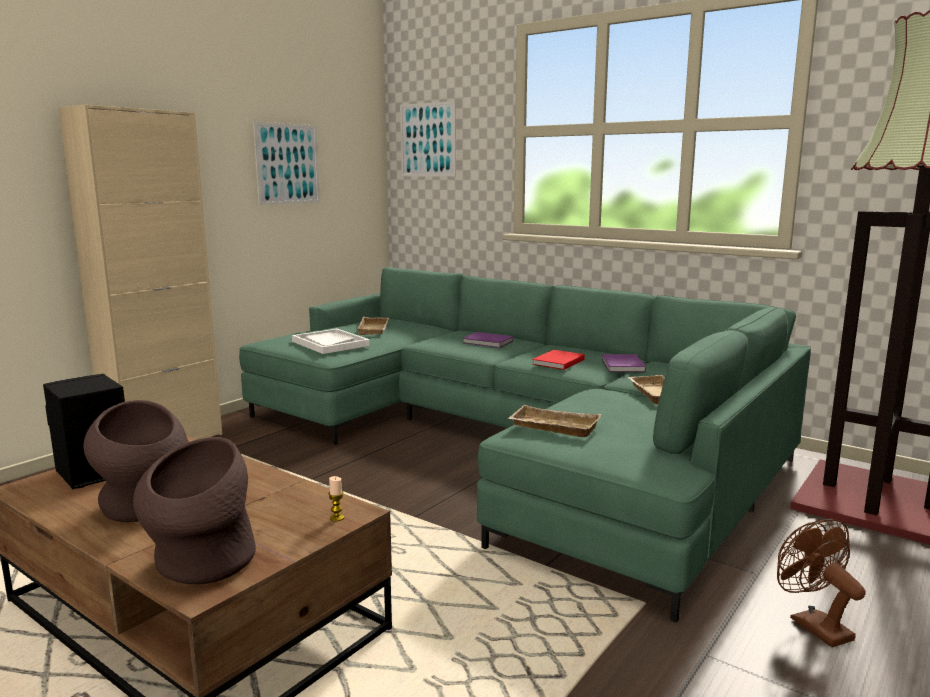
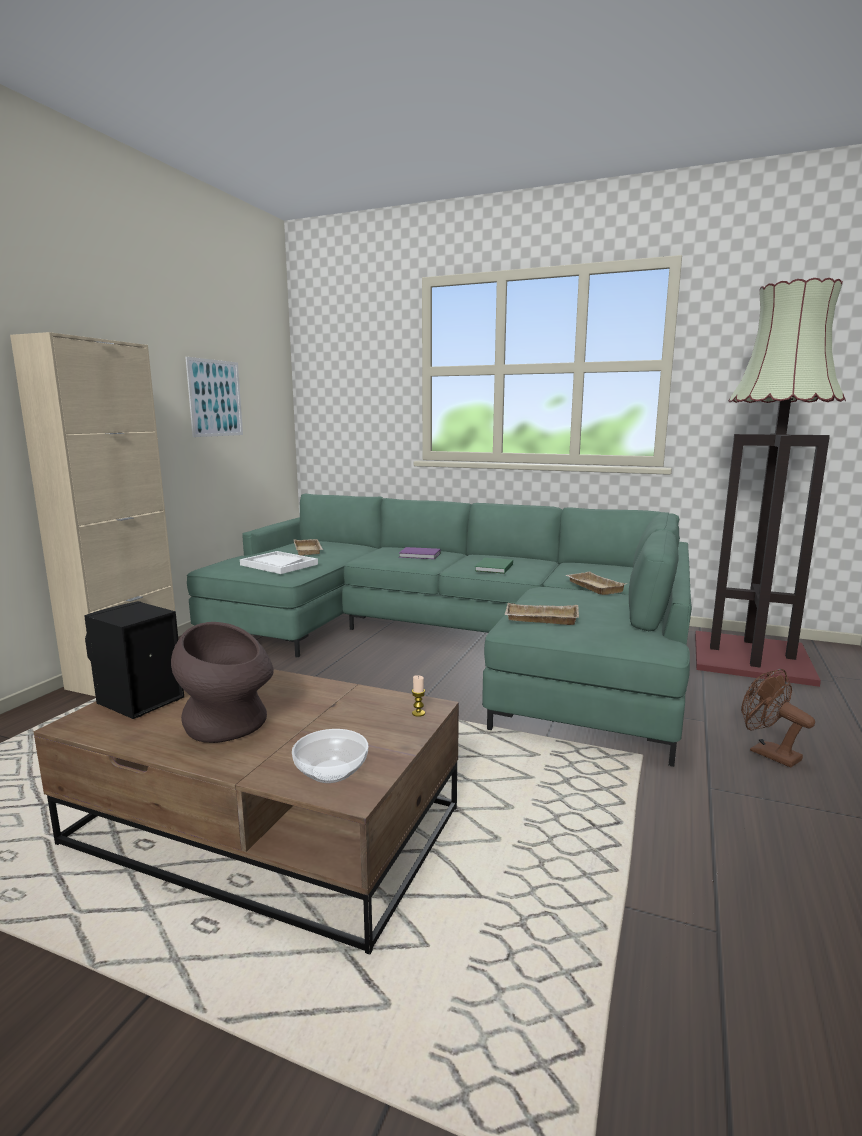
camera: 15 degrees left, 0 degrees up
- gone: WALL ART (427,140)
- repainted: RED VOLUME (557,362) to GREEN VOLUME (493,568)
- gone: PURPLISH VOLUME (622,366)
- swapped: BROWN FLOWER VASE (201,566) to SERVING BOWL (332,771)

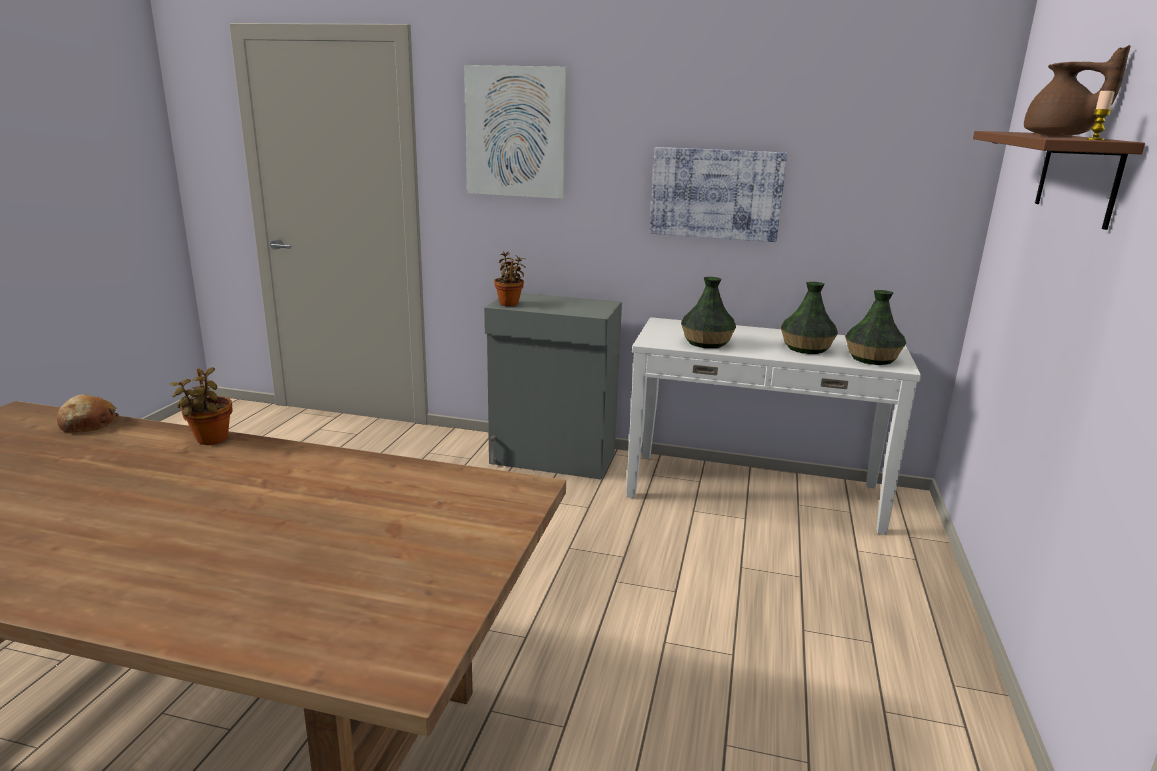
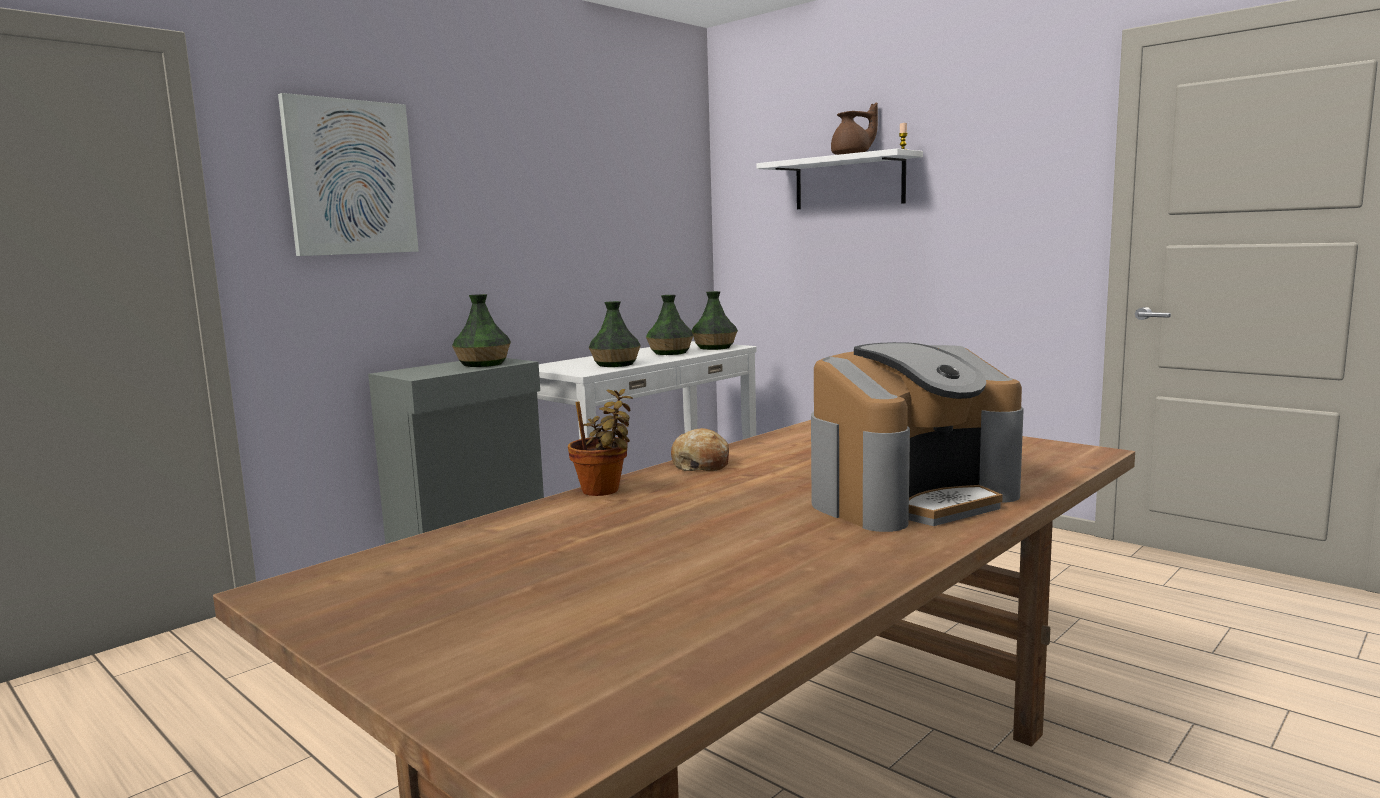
camera: 60 degrees left, 10 degrees down
- repainted: BROWN SHELF (1077,176) to WHITE SHELF (849,182)
- gone: WALL ART (716,194)
- gone: HOUSEPLANT (509,303)
- shifted: BAKERY BREAD (88,424) to (701,464)
- new: FLOWER VASE (483,364)
- new: COFFEE MACHINE (911,498)

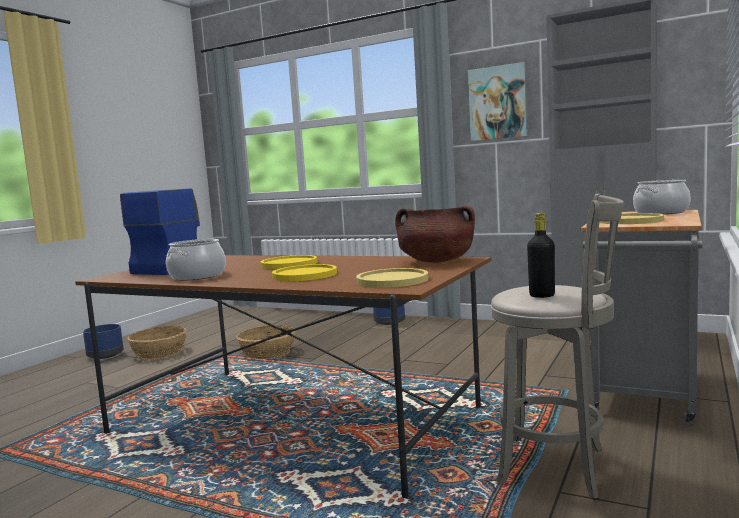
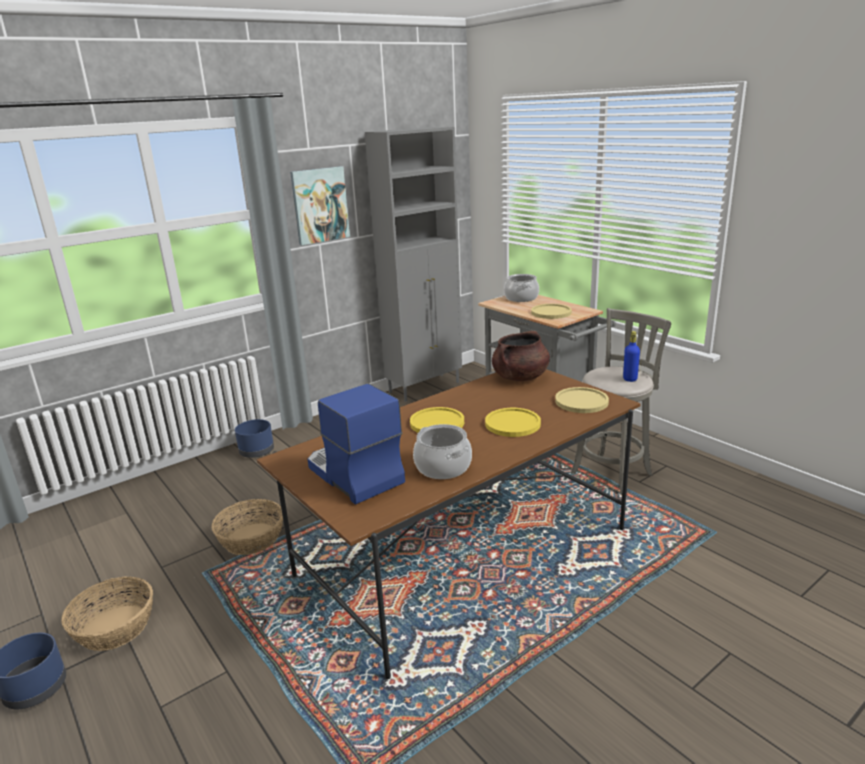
camera: 65 degrees left, 15 degrees up
- repainted: BLACK BOTTLE (542,295) to BLUE BOTTLE (630,379)

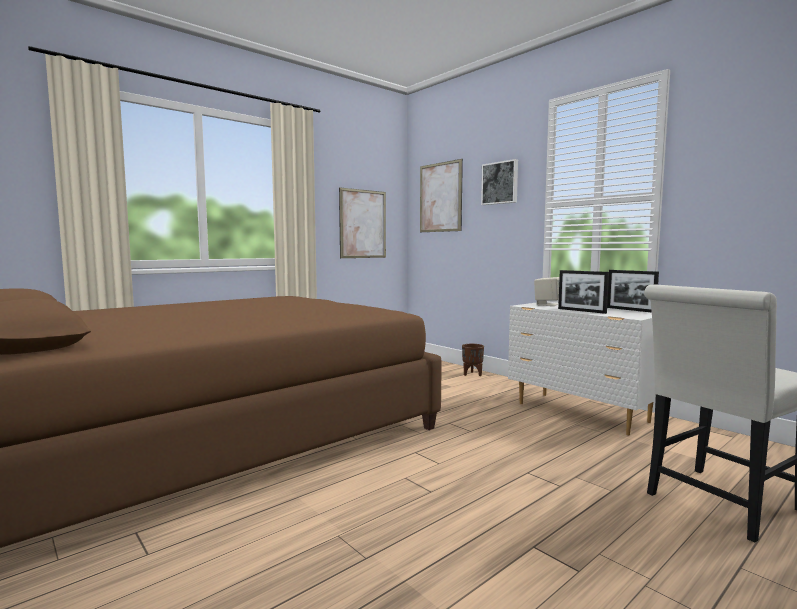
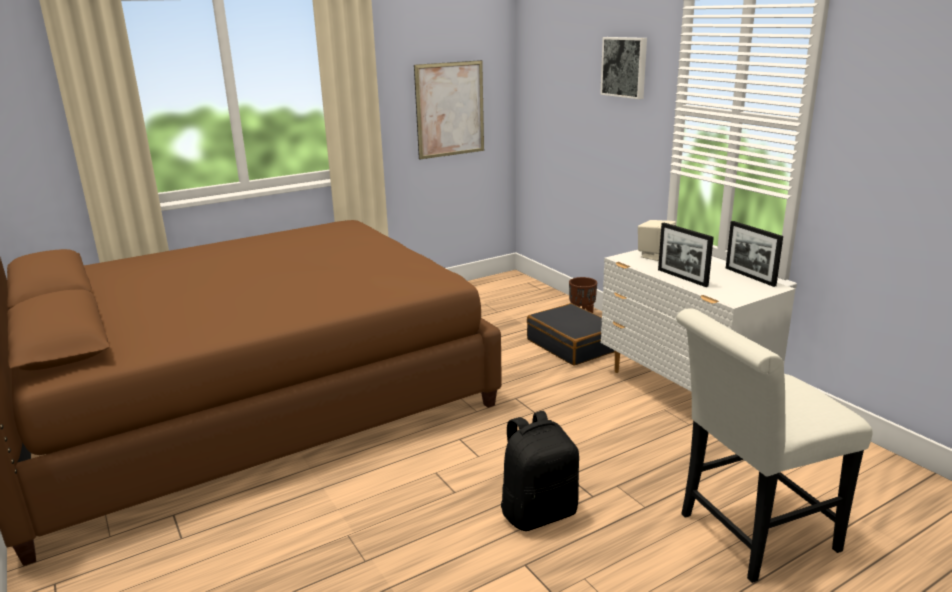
camera: 10 degrees right, 15 degrees up
- gone: WALL ART (440,197)
- new: BLACK SUITCASE (572,345)
- new: BLACK RUCKSACK (538,512)

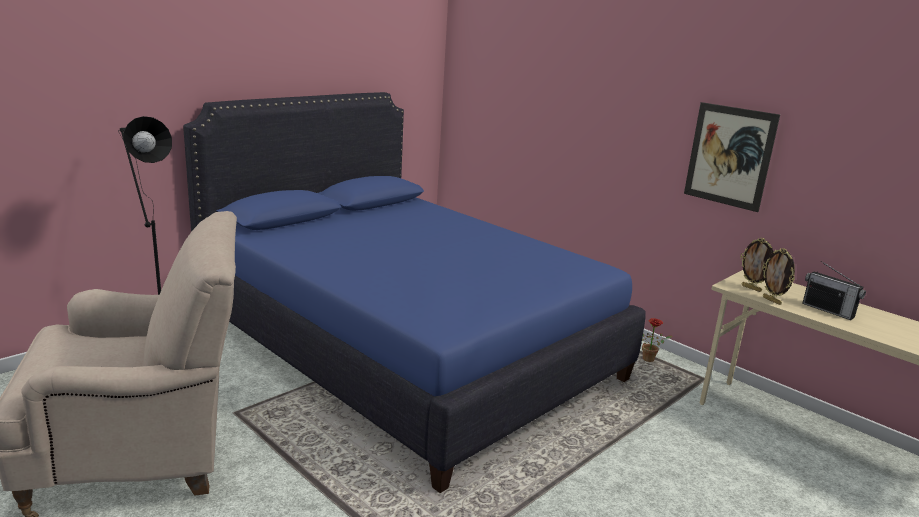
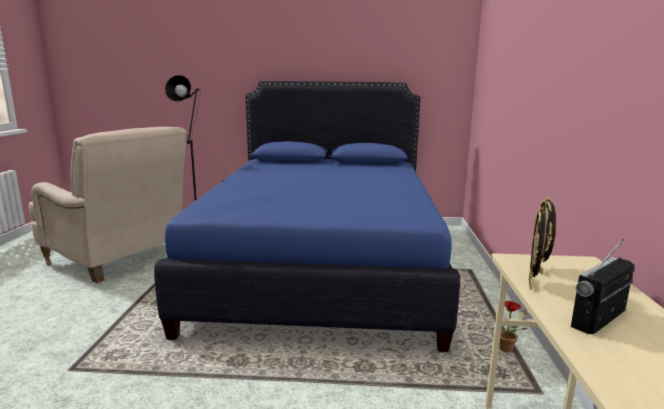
camera: 50 degrees right, 5 degrees down
- gone: WALL ART (729,156)
- rotated: RADIO SET (828,310) = (598,319) 45 degrees clockwise

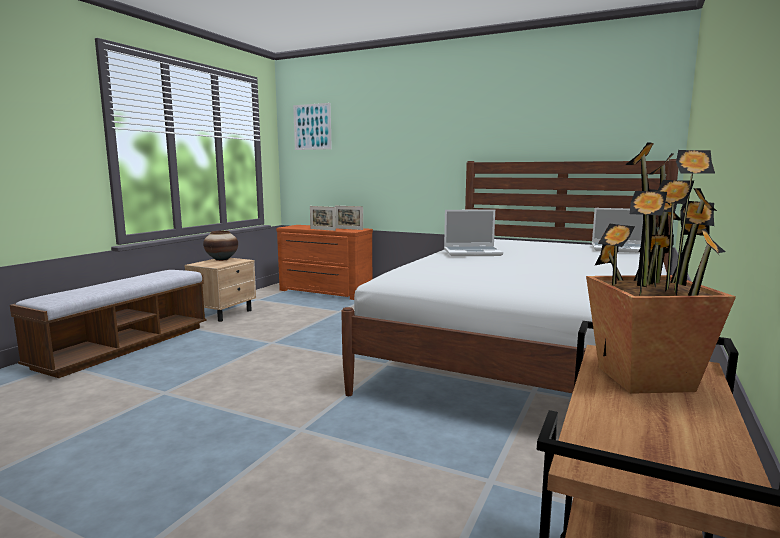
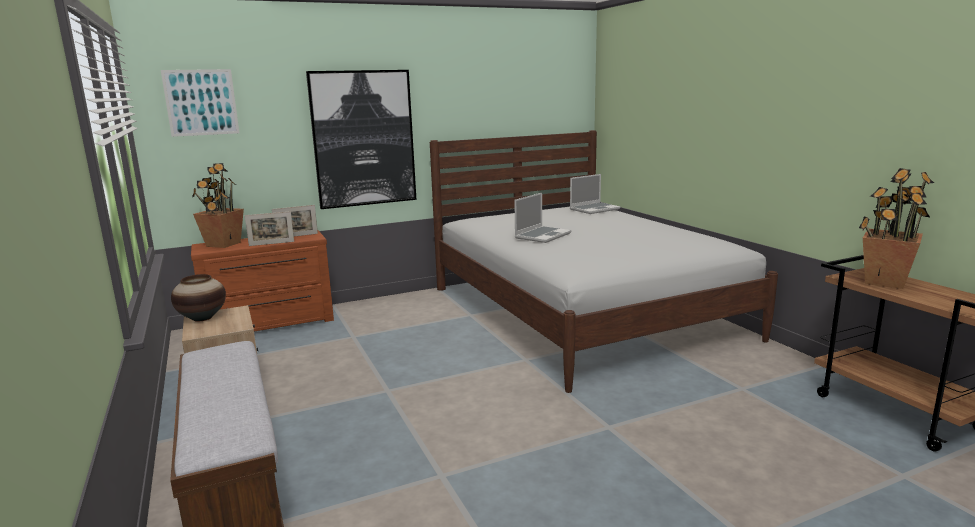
camera: 50 degrees left, 5 degrees up
- new: WALL ART (363,139)
- new: HOUSEPLANT (223,244)

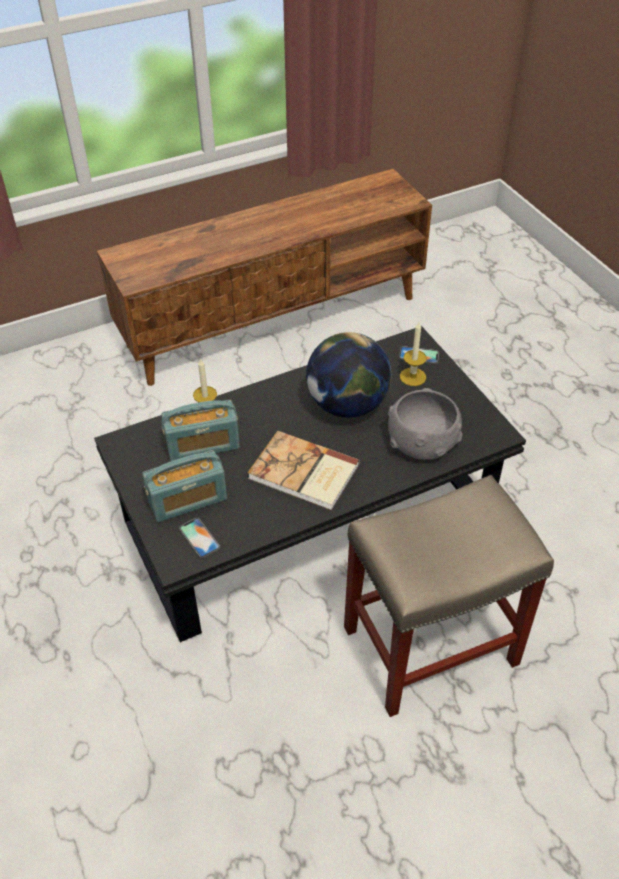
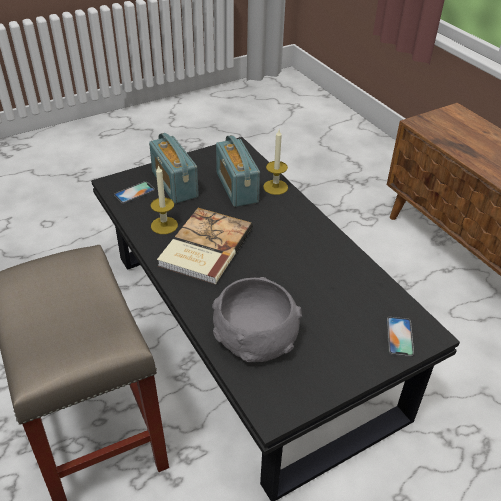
camera: 85 degrees right, 5 degrees down
- shifted: CANDLE (413,377) to (164,225)
- gone: WORLD GLOBE (347,405)

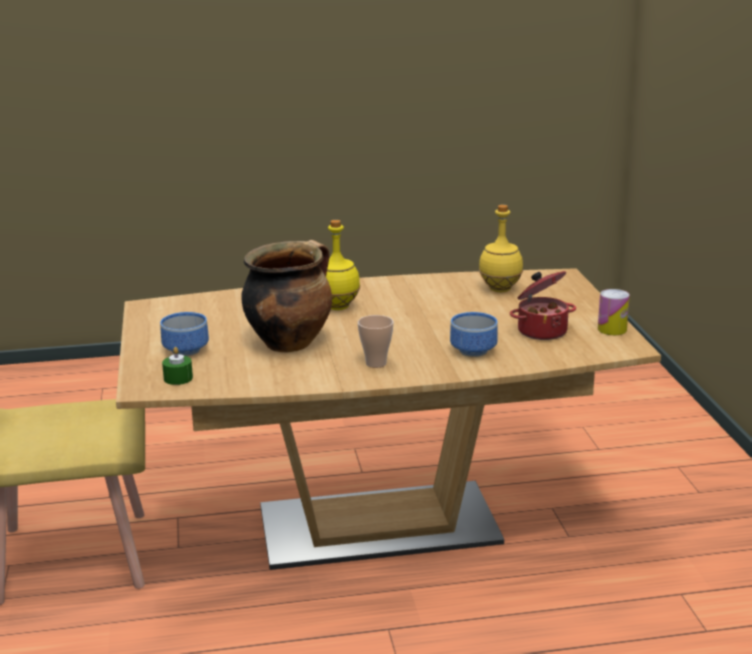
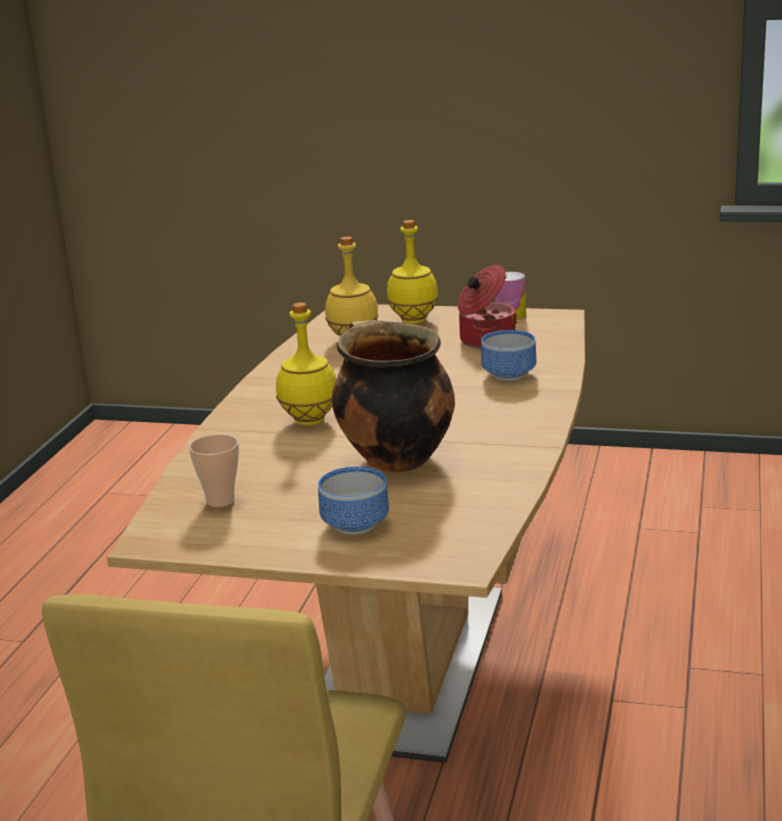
camera: 65 degrees left, 0 degrees up
- shifted: DRINKING CUP (376,363) to (220,501)
- gone: GREEN CANDLE (178,378)
- new: YELLOW-COLOURED BOTTLE (414,321)

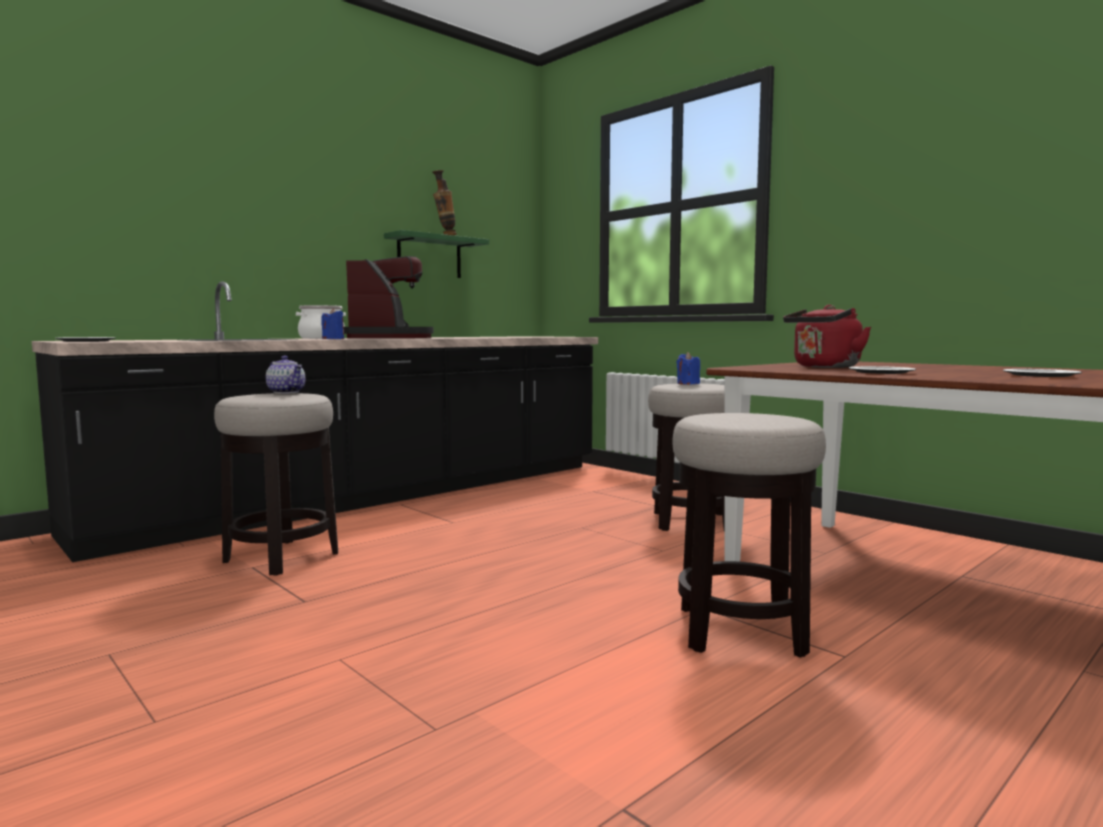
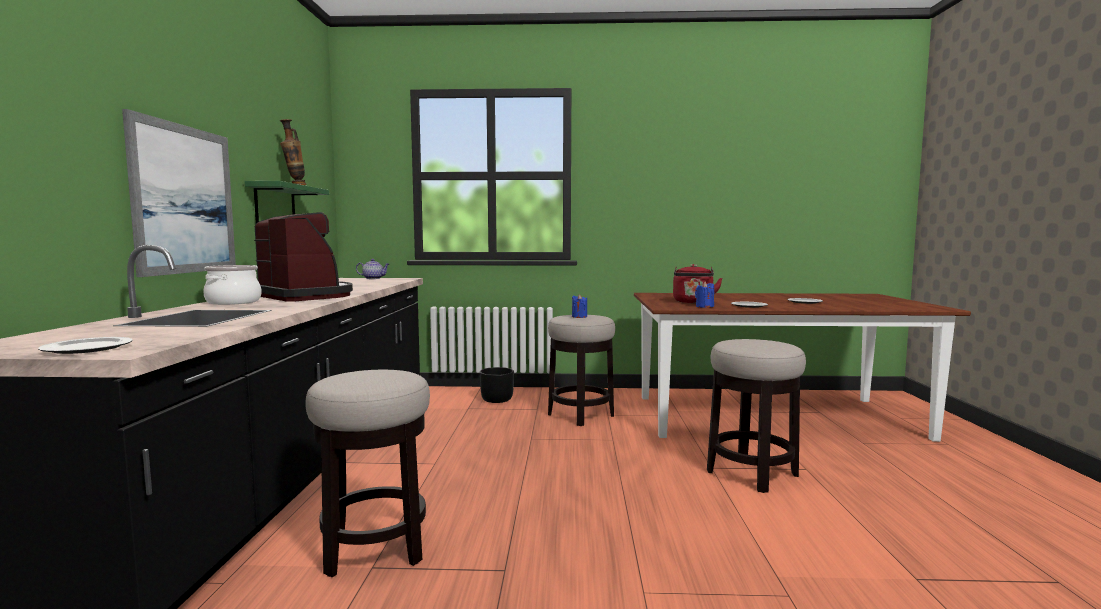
camera: 45 degrees left, 0 degrees up
- shifted: BLUE CANDLE (333,339) to (704,306)
- shifted: TEA POT (287,392) to (373,278)
- new: WALL ART (185,199)
- new: BLACK FLOWER POT (497,400)

